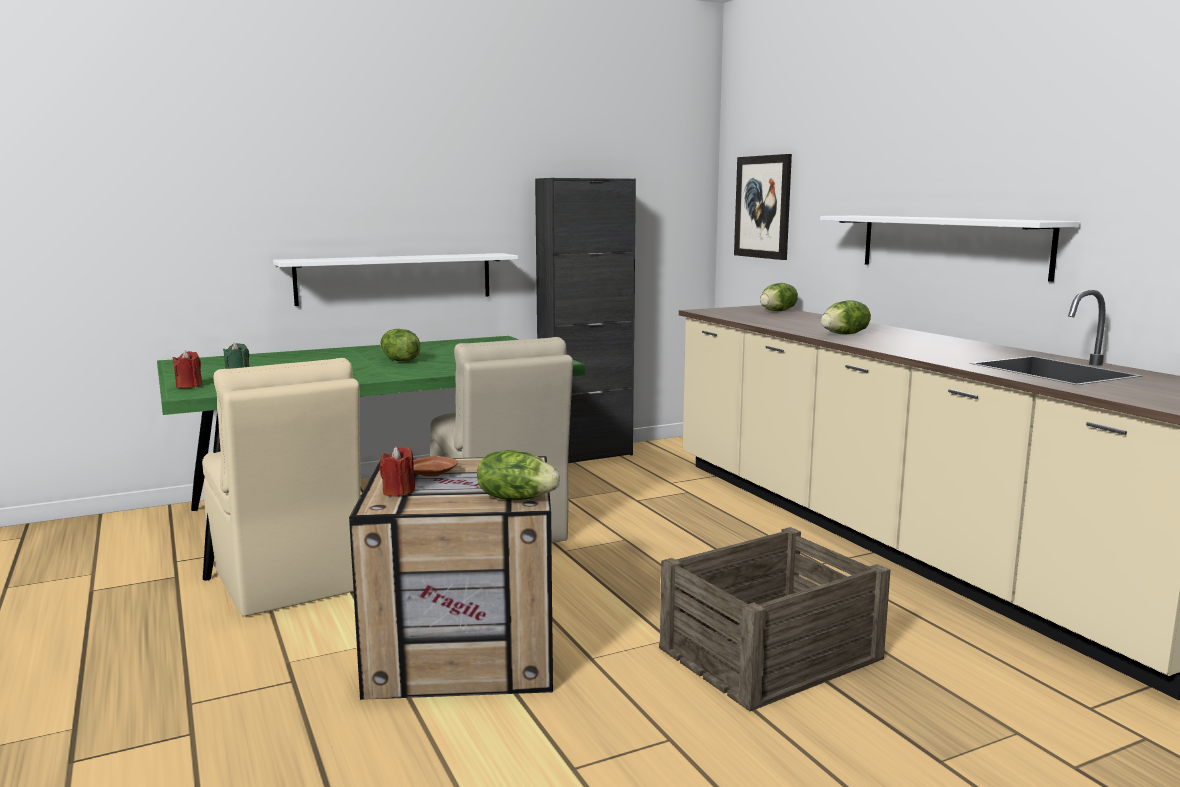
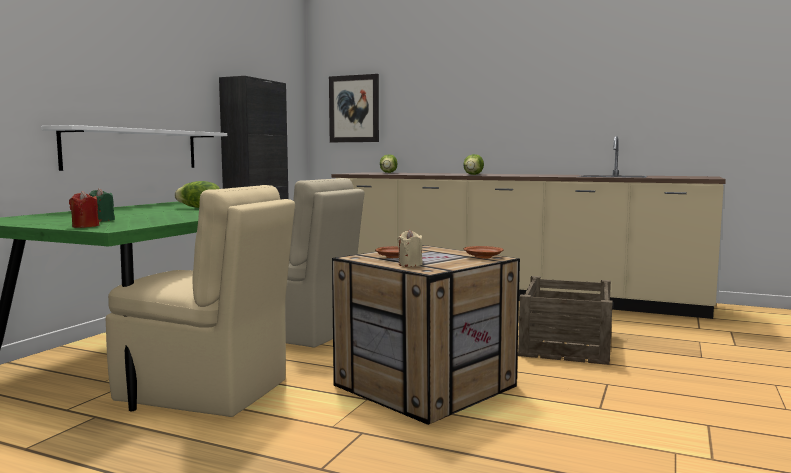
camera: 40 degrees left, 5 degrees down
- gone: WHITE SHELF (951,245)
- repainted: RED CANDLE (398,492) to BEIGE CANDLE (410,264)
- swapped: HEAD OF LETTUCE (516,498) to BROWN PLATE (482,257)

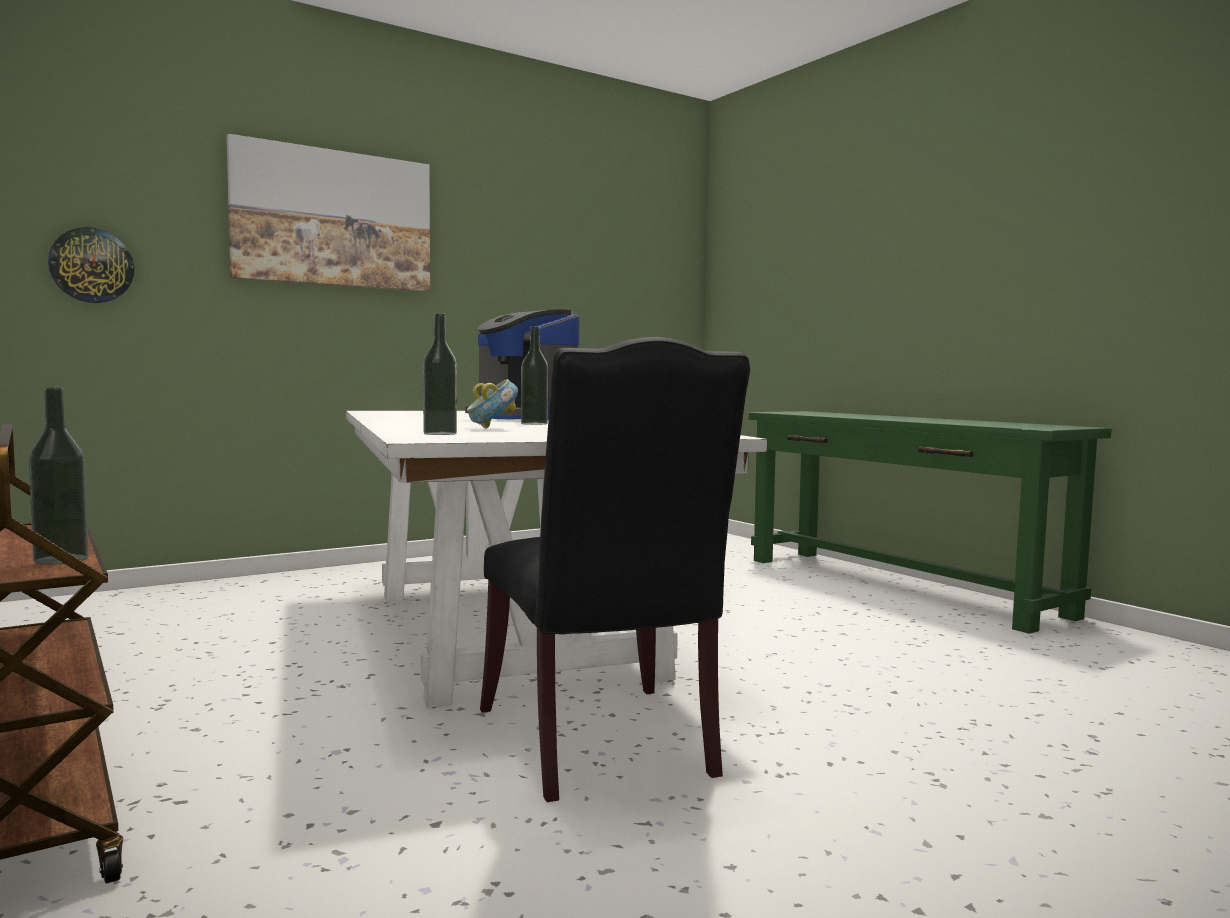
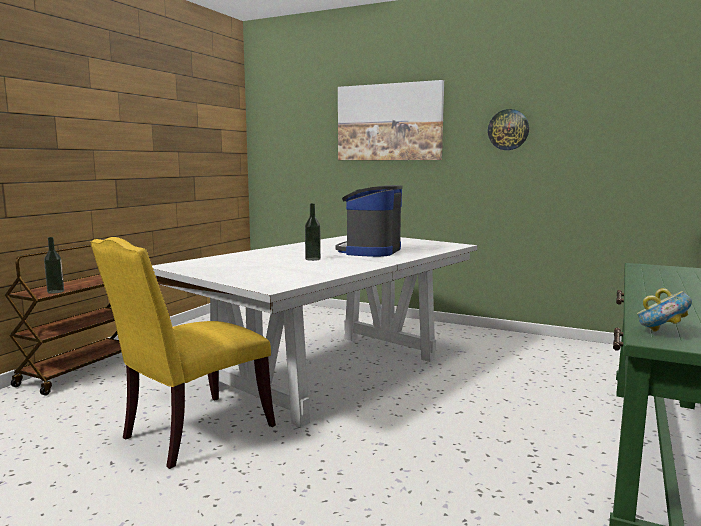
camera: 60 degrees right, 5 degrees up
- shifted: HANGING CLOCK (92,265) to (508,129)
- gone: BOTTLE (440,434)
- repainted: BLACK CHAIR (603,745) to YELLOW-COLOURED CHAIR (192,433)
- shifted: SERVING BOWL (491,428) to (660,332)

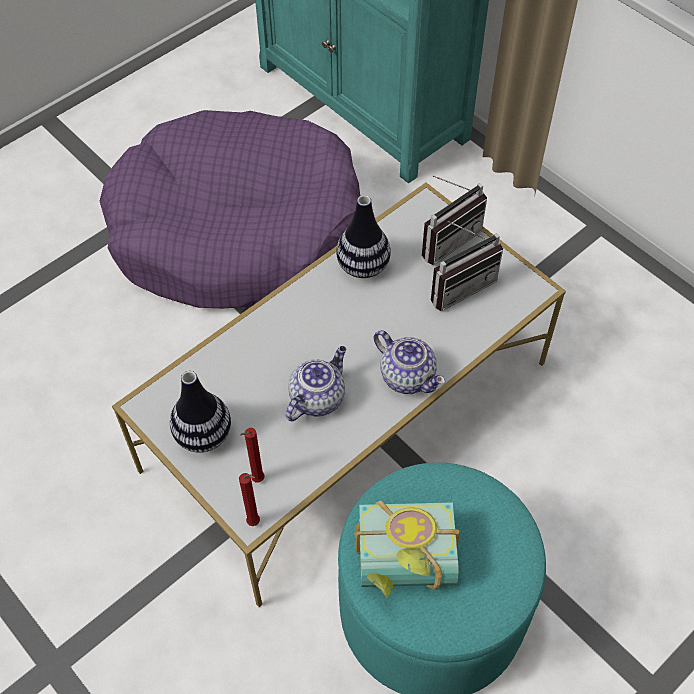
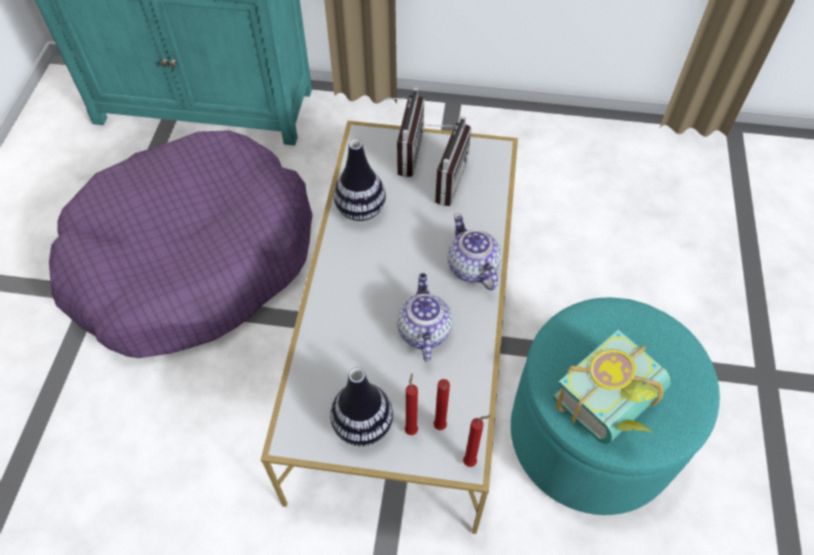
camera: 40 degrees left, 0 degrees up
- rotated: TEA POT (407,376) = (472,268) 120 degrees counterclockwise
- new: RED CANDLE (411,428)

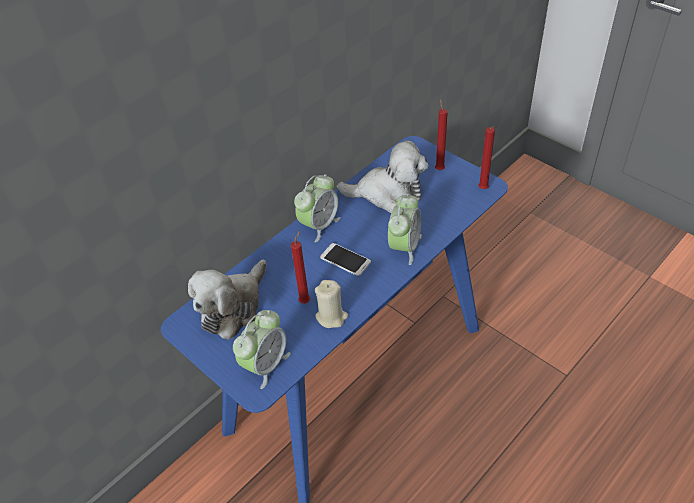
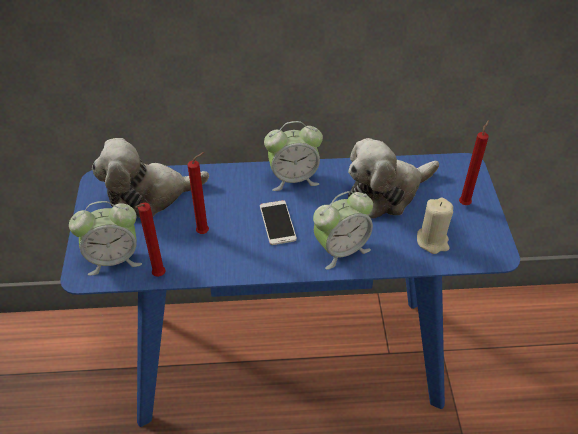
camera: 40 degrees right, 0 degrees up
- shifted: RED CANDLE (483,190) to (158,276)
- rotated: CUDDLY TOY (388,194) = (386,192) 105 degrees clockwise
- shifted: BEIGE CANDLE (331,317) to (432,241)

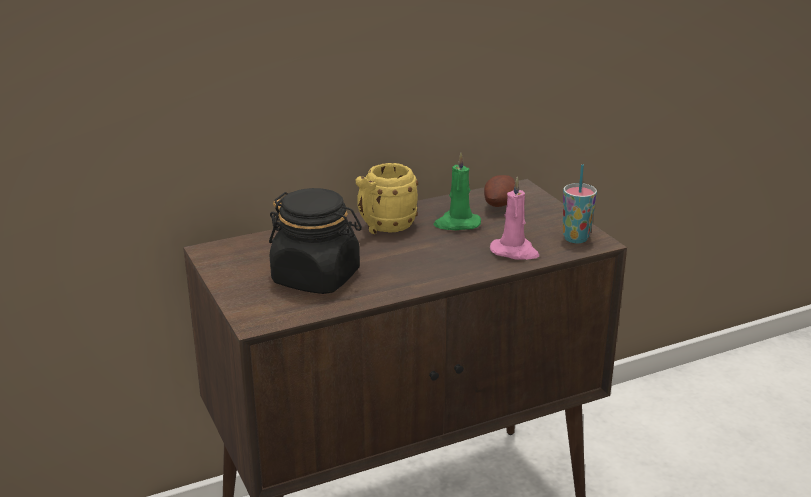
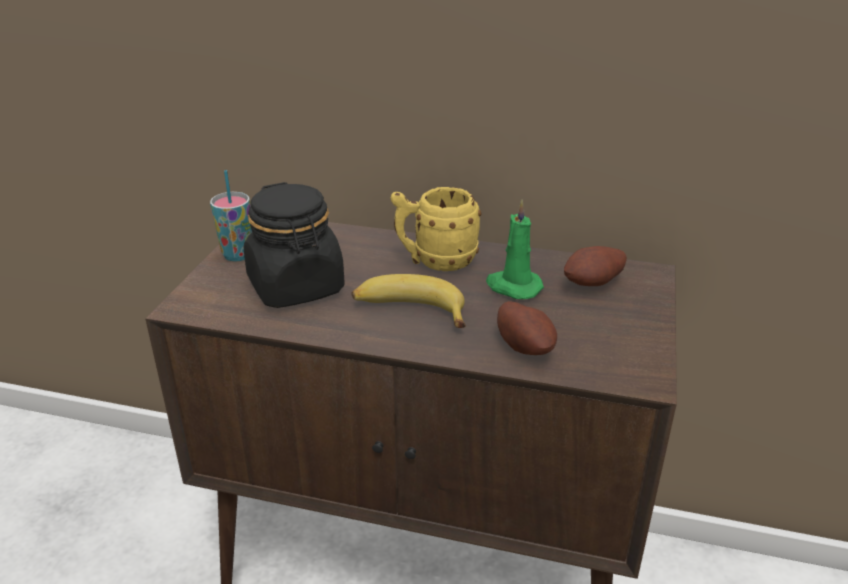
camera: 40 degrees right, 5 degrees up
- shifted: DRINKING CUP (575,238) to (237,255)
- swapped: PINKISH CANDLE (515,252) to WHOLE POTATO (525,346)
- new: BANANA (409,310)

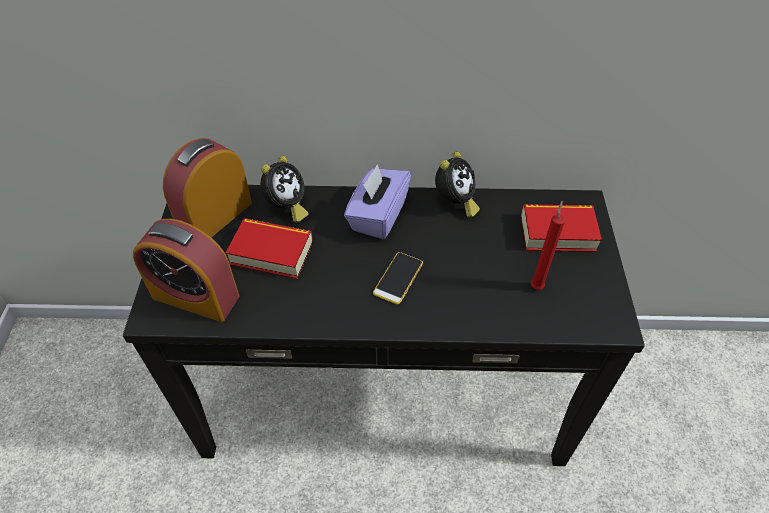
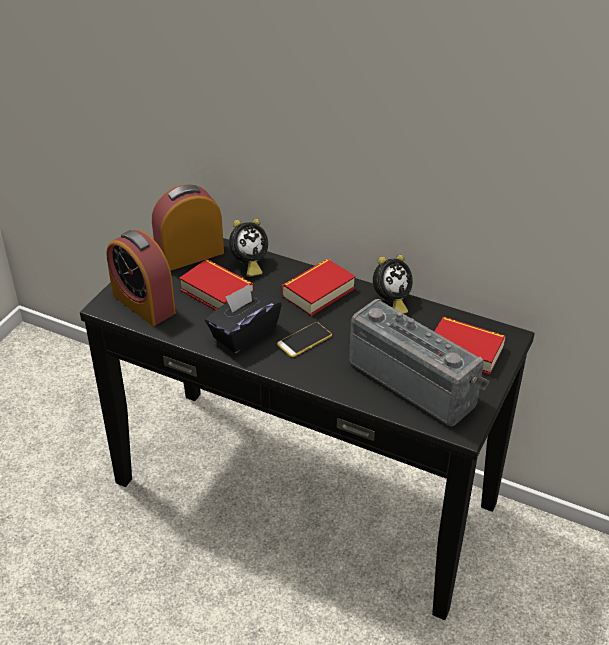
camera: 25 degrees right, 10 degrees down
- swapped: PURPLISH BOX OF TISSUES (378,216) to VOLUME (318,292)
- swapped: RED CANDLE (537,285) to RADIO SET (416,381)
- new: BLACK BOX OF TISSUES (244,334)

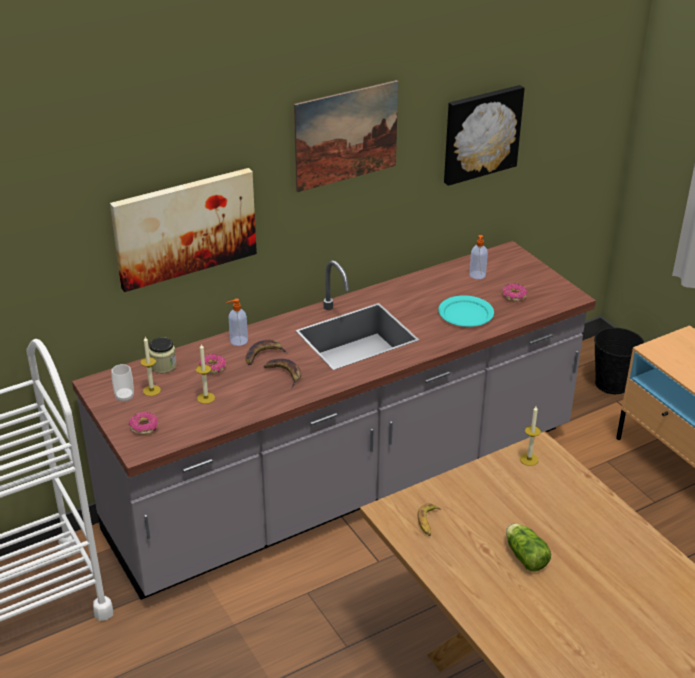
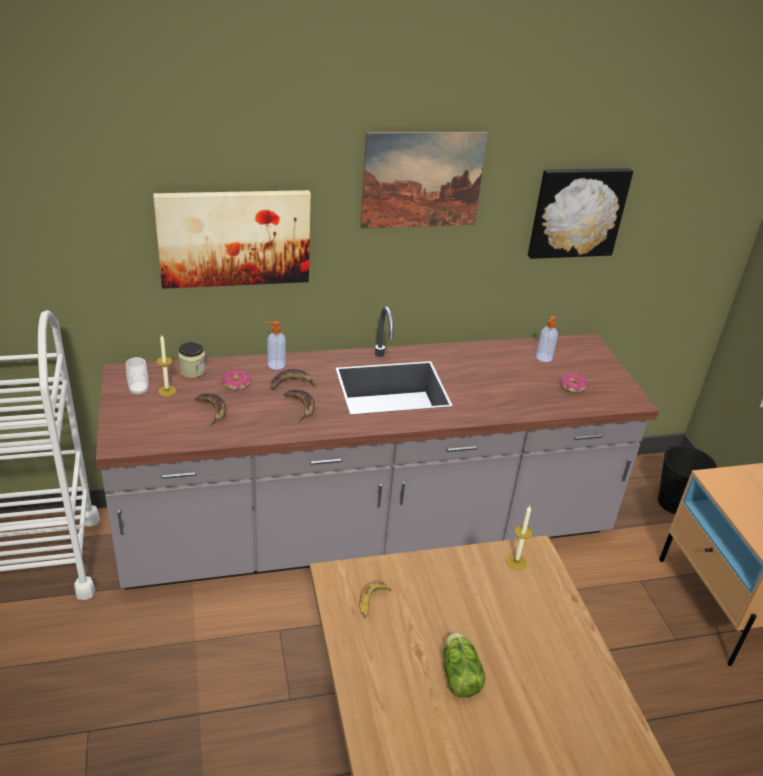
camera: 15 degrees right, 0 degrees up
- gone: BLUE-GREEN PLATE (466,313)
- swapped: CANDLE (206,398) to BANANA (212,410)
- gone: DONUT (144,427)

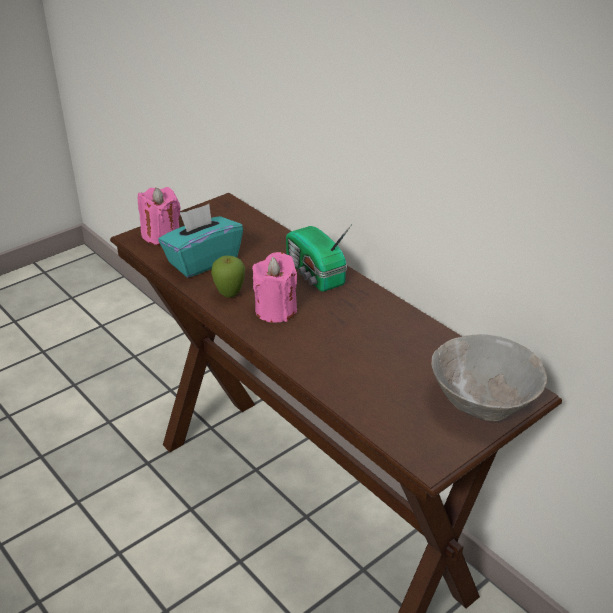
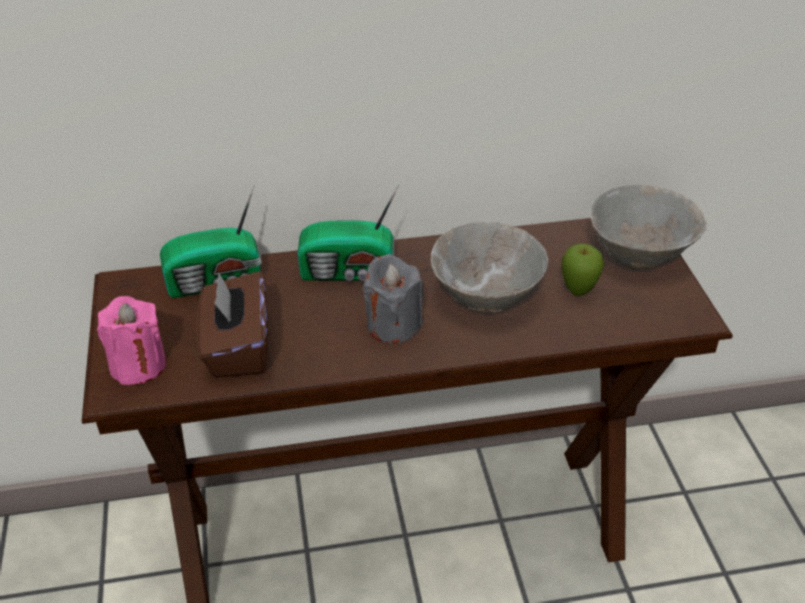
camera: 60 degrees left, 5 degrees up
- repainted: BLUE-GREEN BOX OF TISSUES (202,261) to BROWN BOX OF TISSUES (237,348)
- repainted: PINKISH CANDLE (276,310) to GRAY CANDLE (393,325)
- shifted: WHOLE APPLE (229,295) to (578,291)
- new: RADIO SET (217,281)
- new: GRAY SERVING BOWL (485,297)

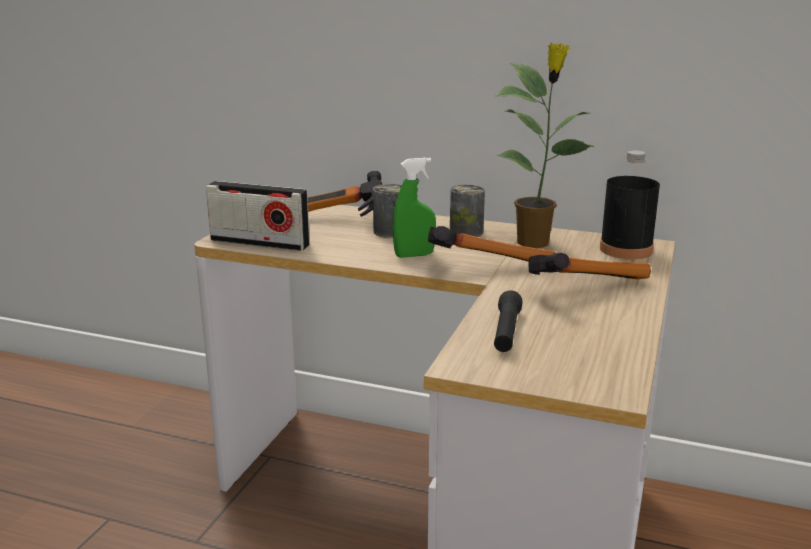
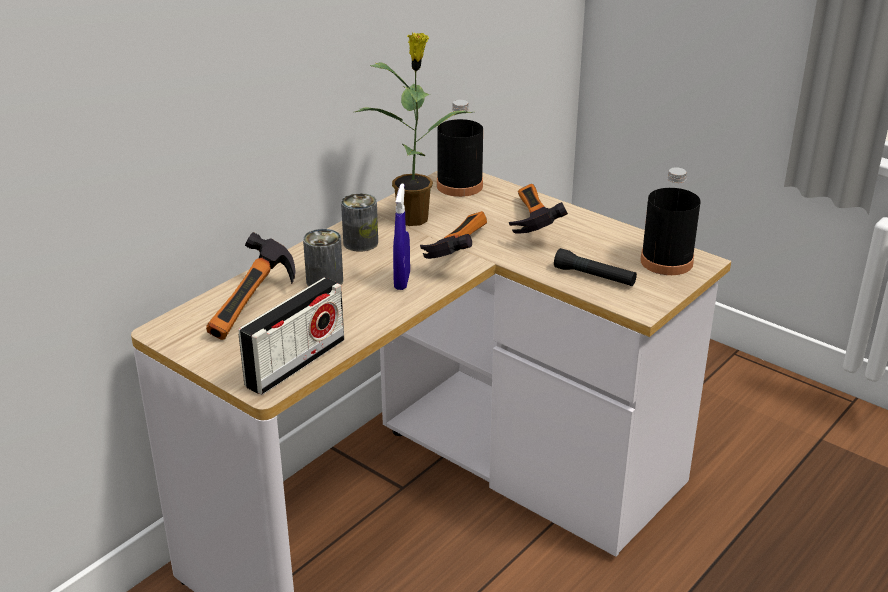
camera: 70 degrees left, 10 degrees up
- repainted: GREEN SPRAYER (414,255) to BLUE SPRAYER (402,281)
- new: BLACK BOTTLE (666,261)

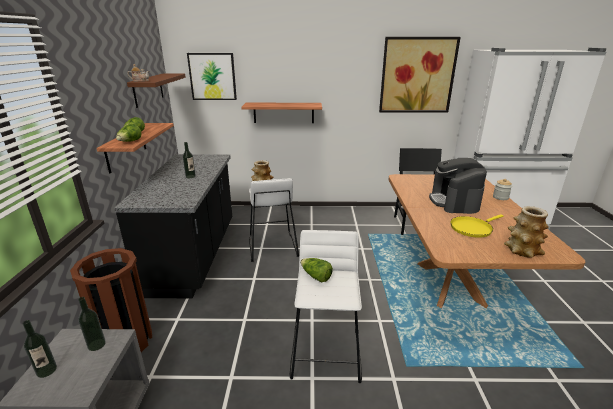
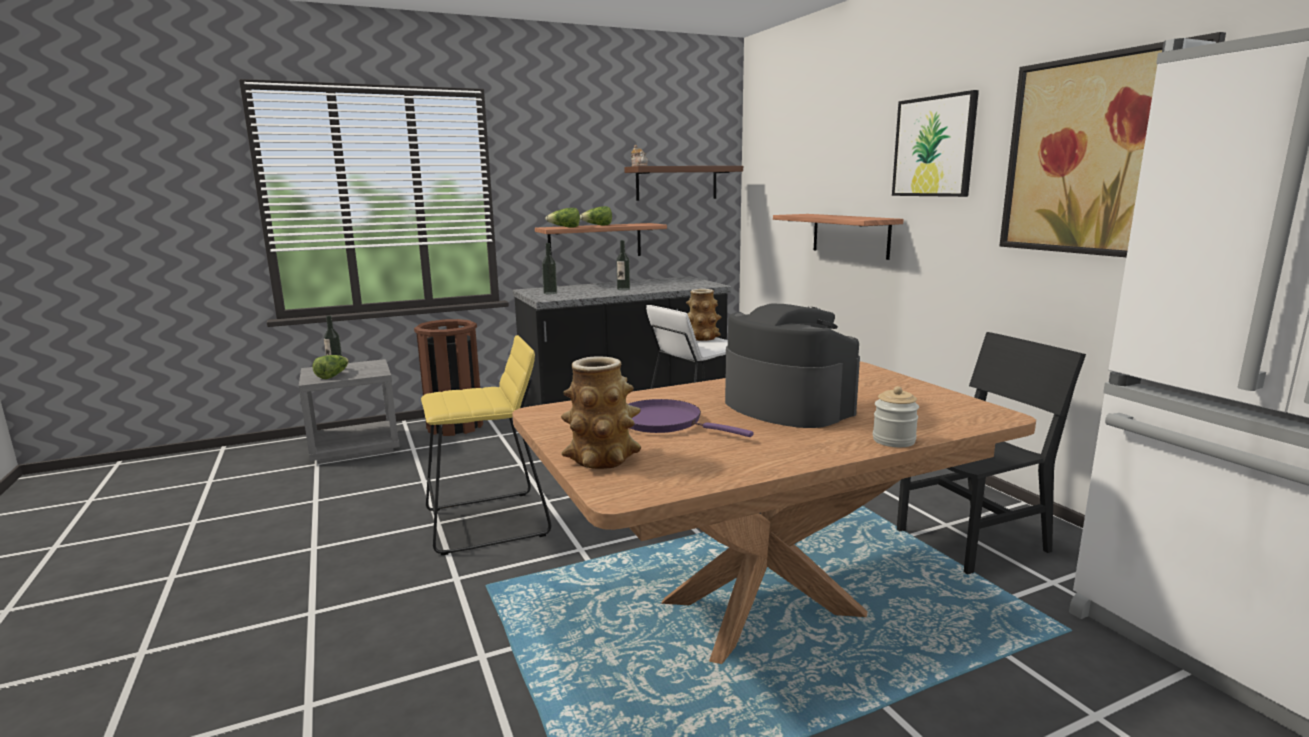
camera: 65 degrees right, 10 degrees down
- shifted: WALL ART (212,76) to (934,147)
- rotated: COFFEE MACHINE (454,202) = (786,406) 75 degrees clockwise
- repainted: YELLOW-COLOURED FRYING PAN (472,228) to PURPLISH FRYING PAN (665,422)
- repainted: WHITE STOOL (326,352) to YELLOW-COLOURED STOOL (487,522)
- shifted: HEAD OF LETTUCE (316,276) to (332,376)
- shifted: BOTTLE (96,345) to (550,293)

